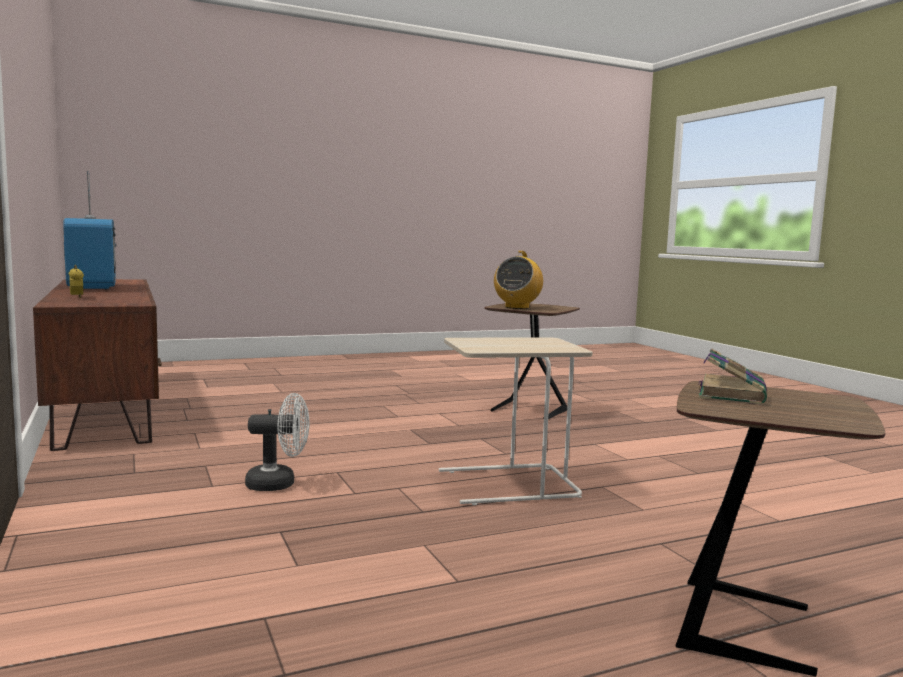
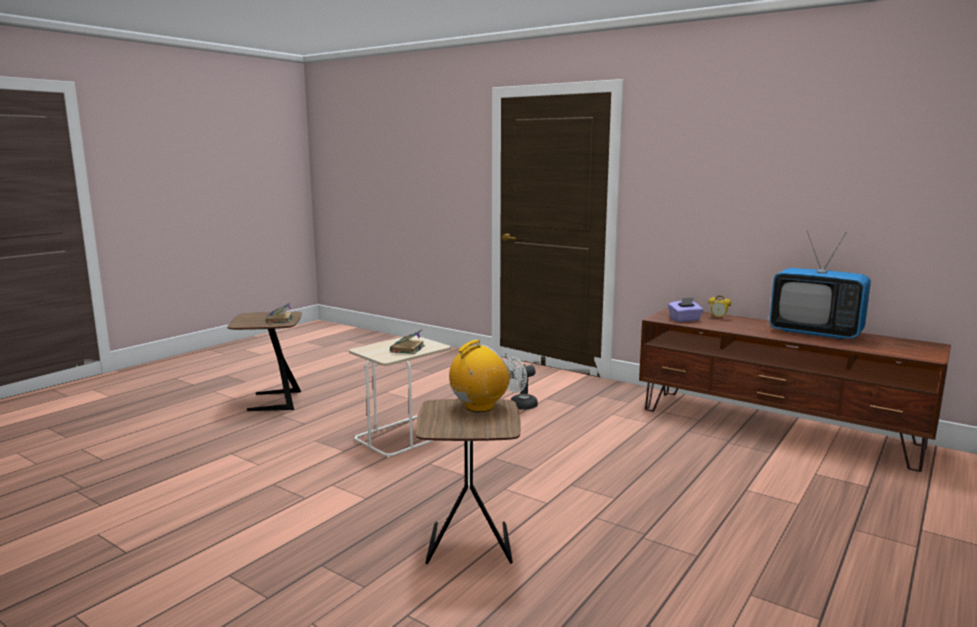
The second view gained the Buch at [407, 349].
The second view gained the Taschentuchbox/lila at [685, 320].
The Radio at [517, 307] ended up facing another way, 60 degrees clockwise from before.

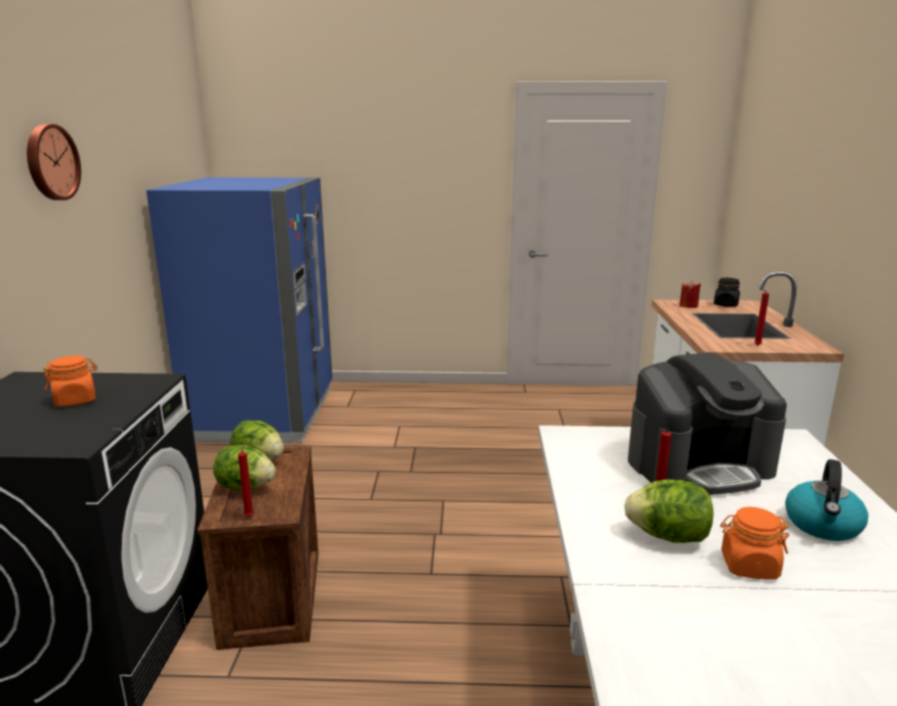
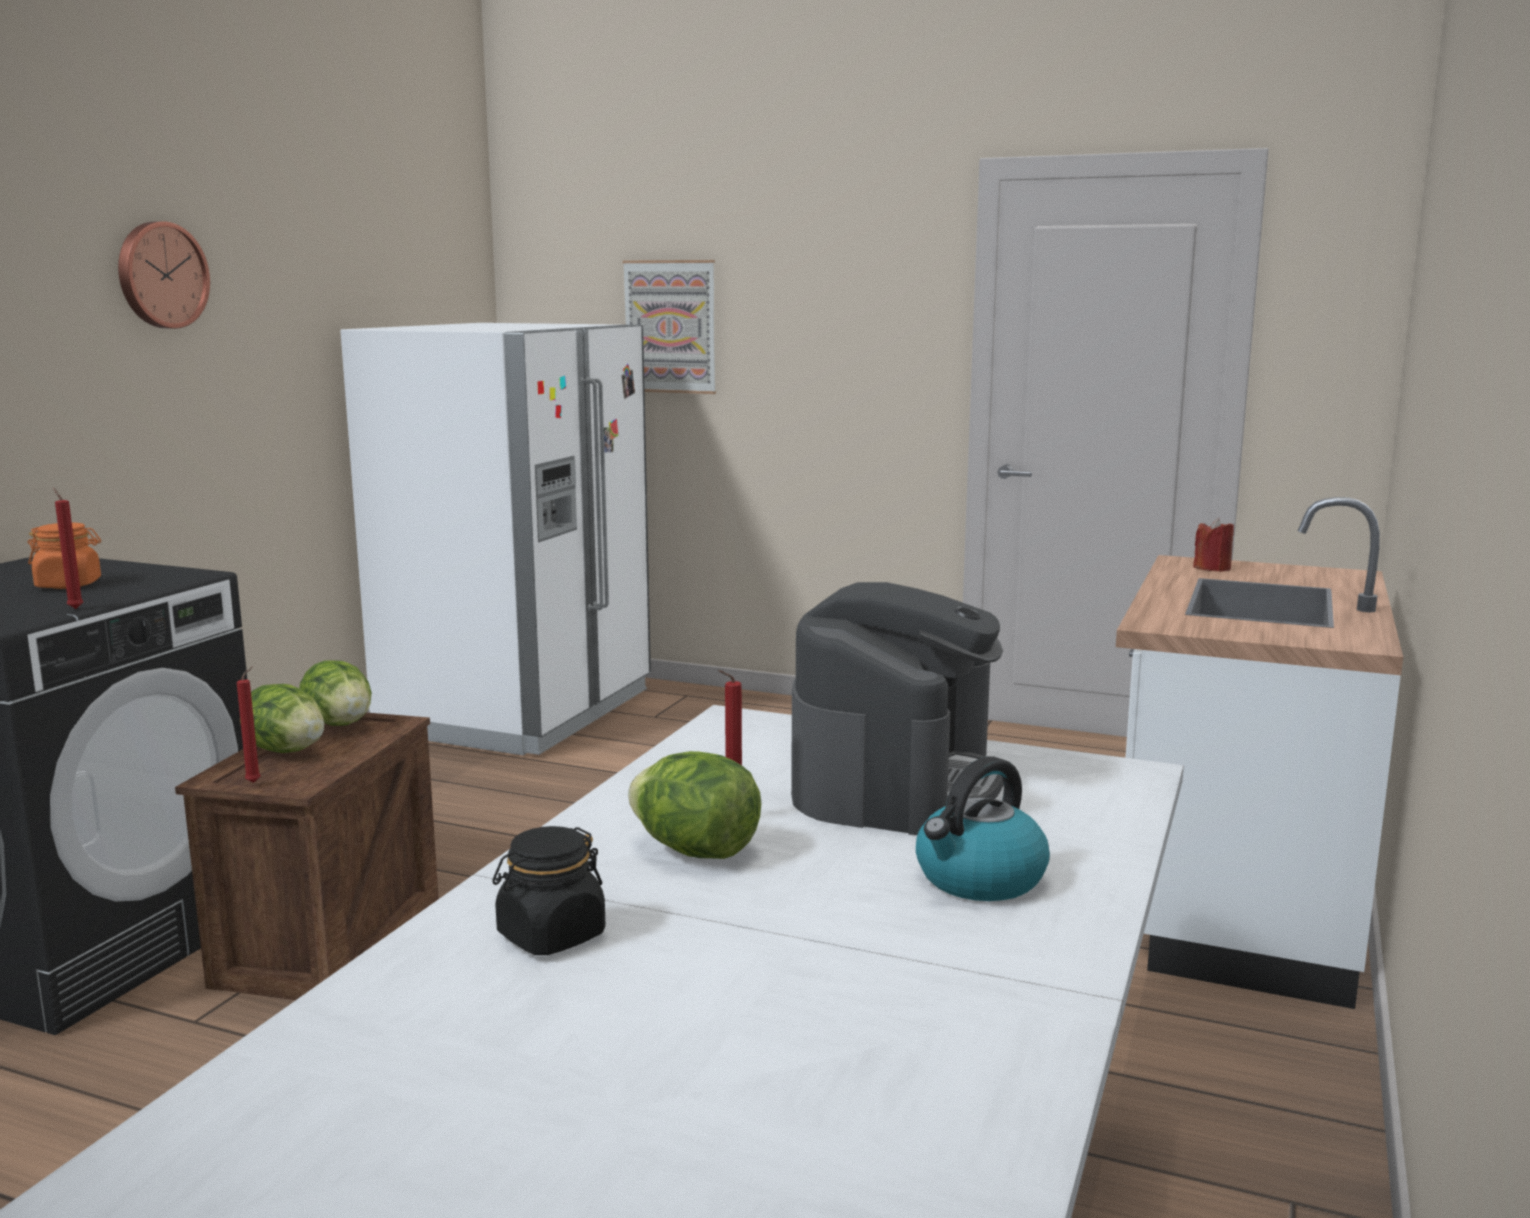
The second view lost the Vorratsglas/orange at [749, 566].
The second view gained the Bild at [670, 327].
The Vorratsglas/schwarz ended up elsewhere, having gone from [726, 305] to [551, 936].
The Kerze/rot ended up elsewhere, having gone from [756, 345] to [74, 608].
What was the Kühlschrank/blau at [264, 414] turned into the Kühlschrank/weiß at [518, 712].
The Kaffeemaschine at [699, 465] ended up facing another way, 75 degrees counterclockwise from before.

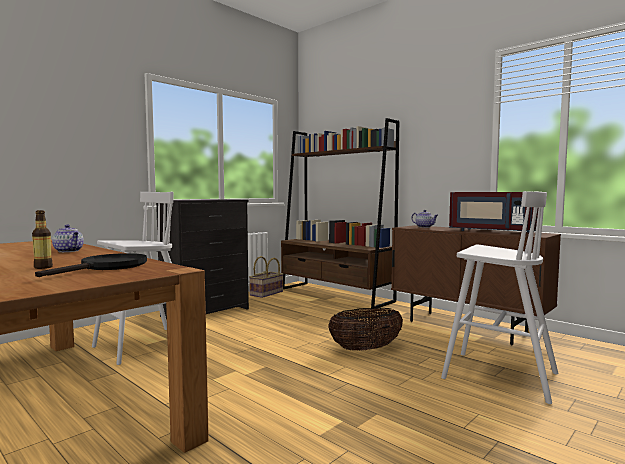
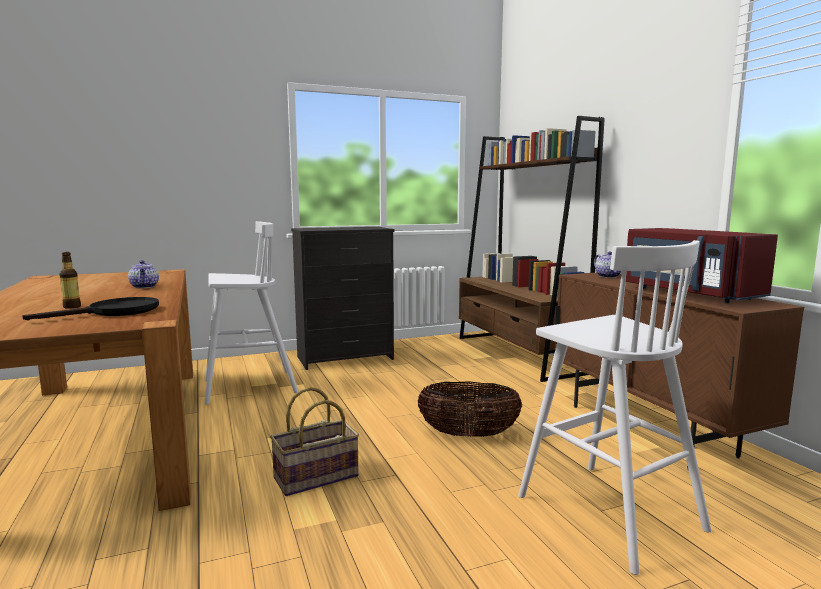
The Korb ended up elsewhere, having gone from [266, 293] to [316, 478].

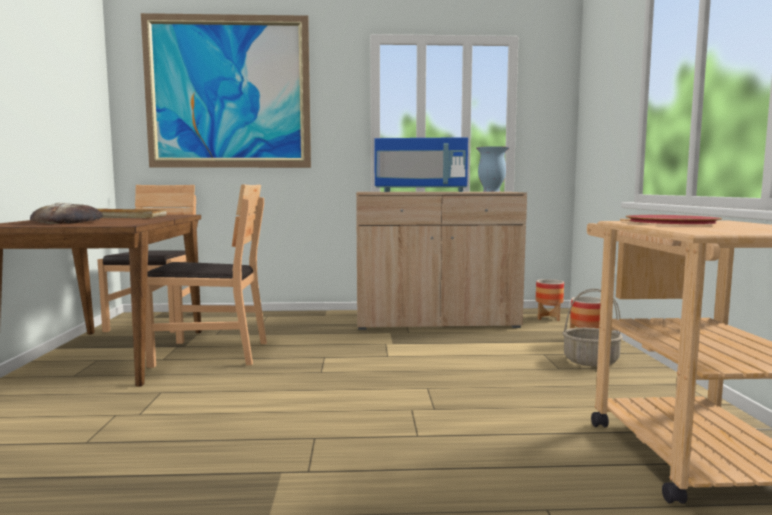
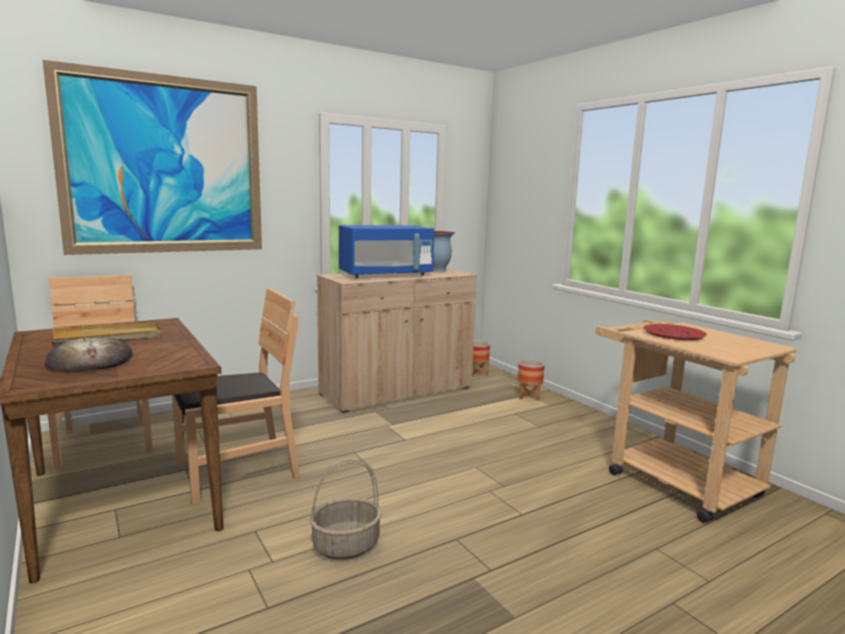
The Korb ended up elsewhere, having gone from [591, 361] to [346, 545].

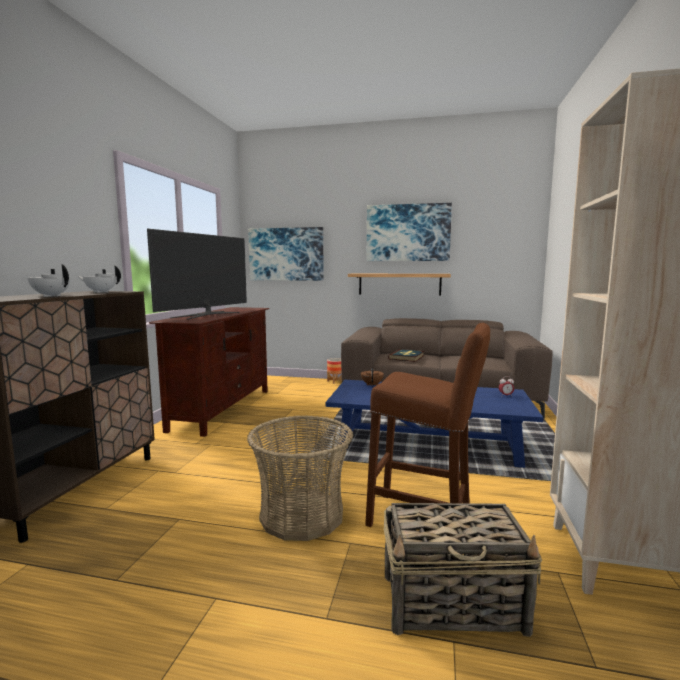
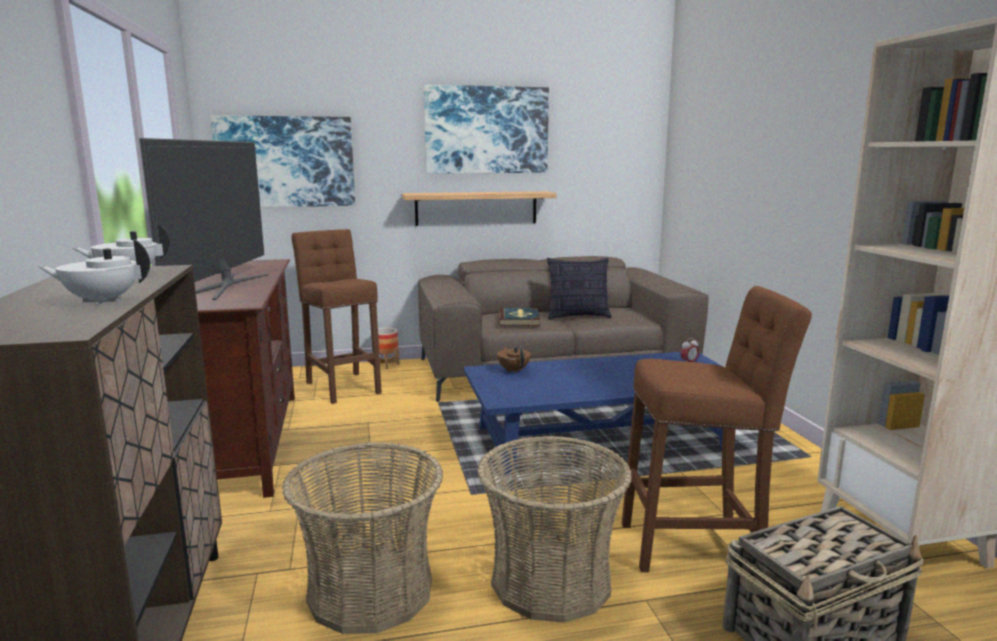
The second view gained the Korb at [370, 591].
The second view gained the Hocker/braun at [342, 386].
The second view gained the Kissen at [578, 317].

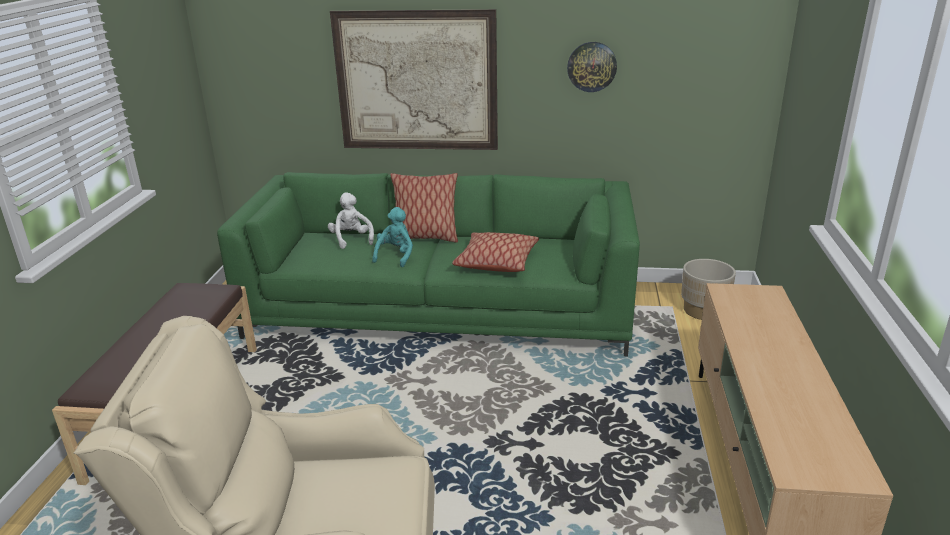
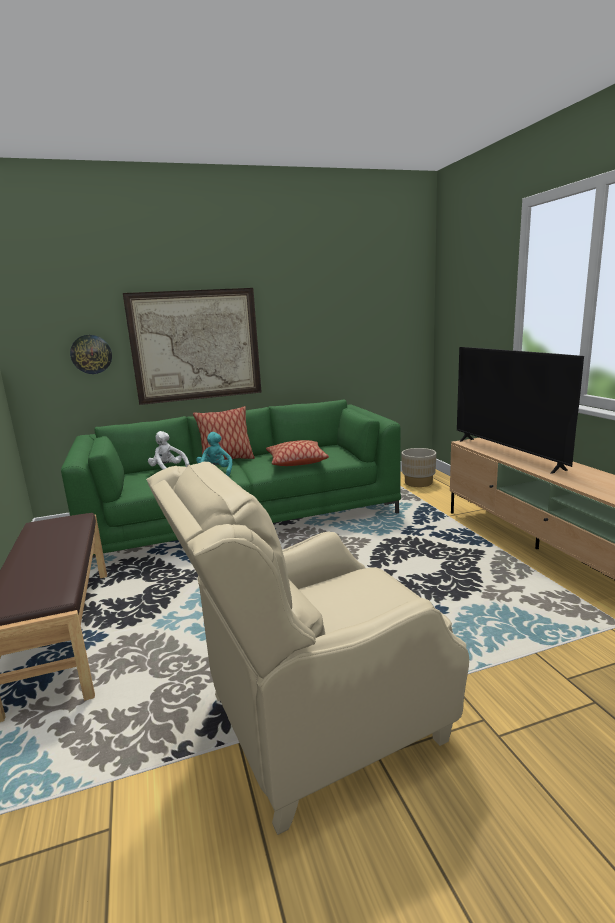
The second view gained the Fernseher at [507, 454].
The Wanduhr ended up elsewhere, having gone from [591, 66] to [91, 354].

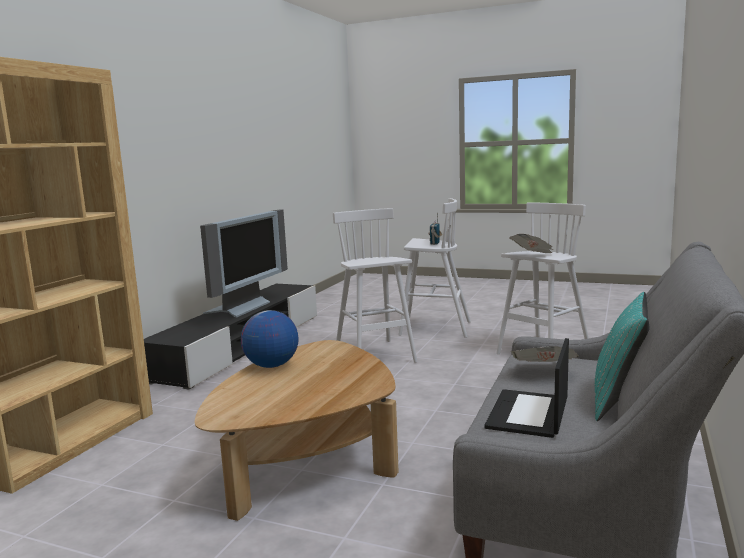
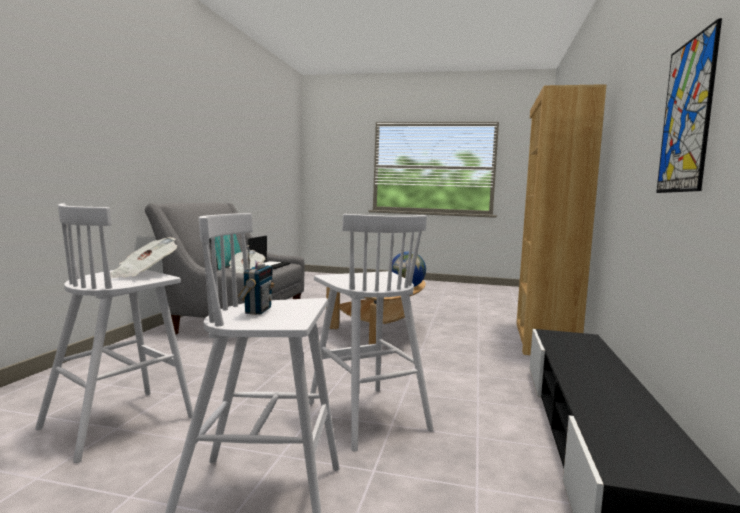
The second view lost the Fernseher at [241, 308].
The second view gained the Bild at [686, 116].

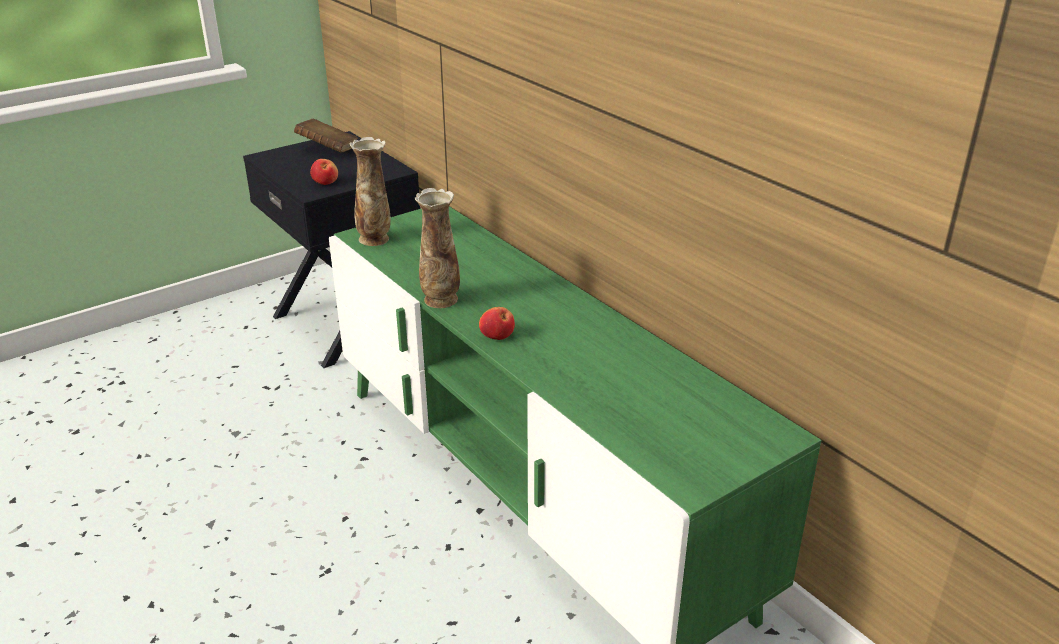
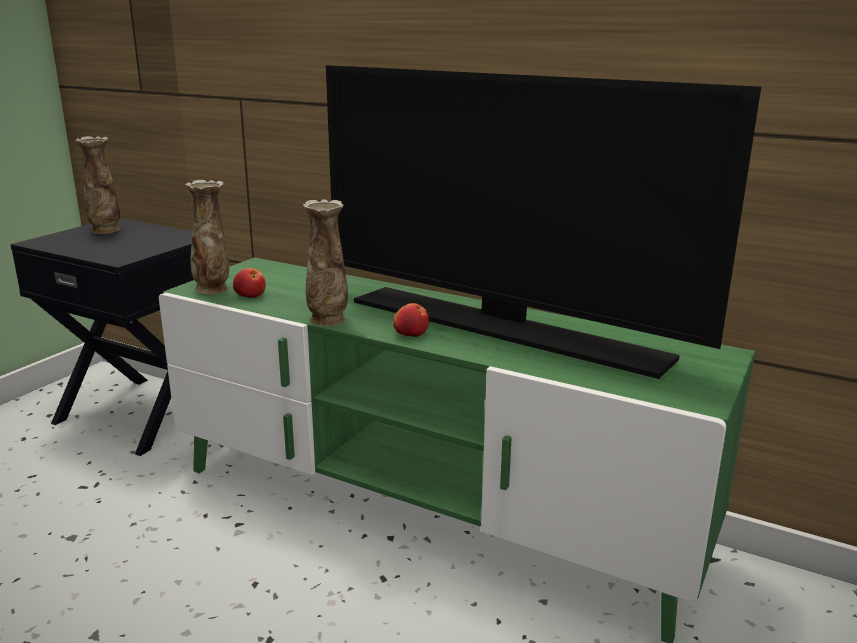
The second view gained the Fernseher at [505, 329].
The Apfel ended up elsewhere, having gone from [325, 182] to [250, 295].
Where the Buch/braun stood at [328, 149], the Vase came to stand at [105, 230].

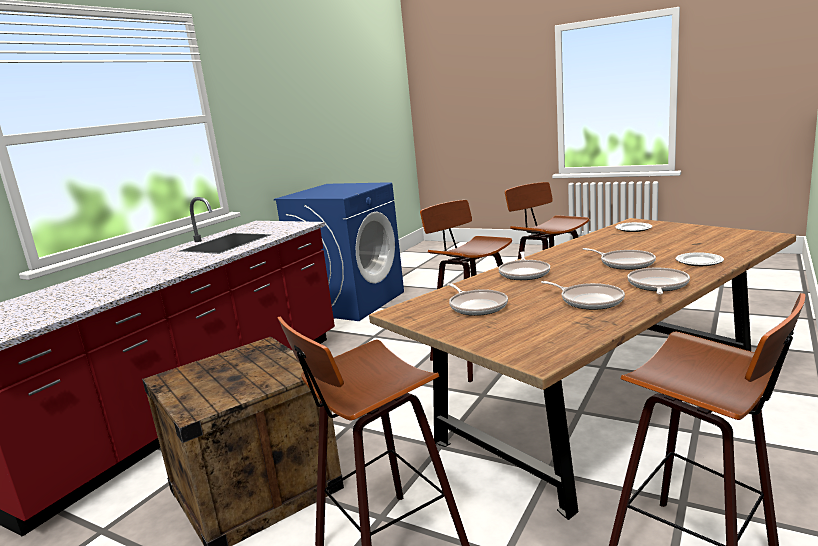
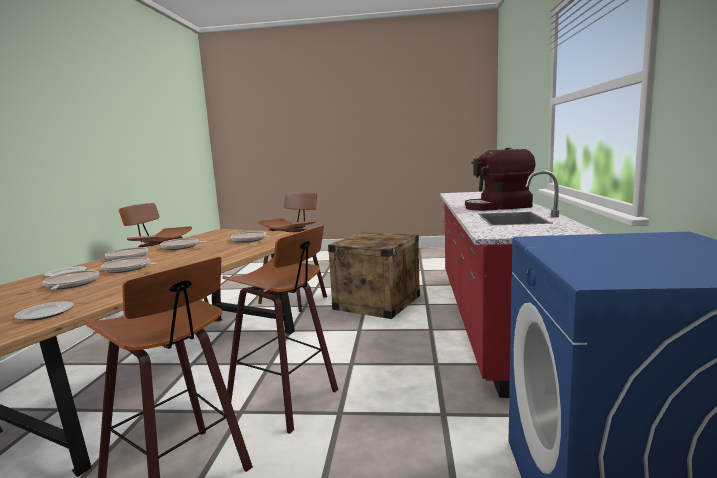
The second view gained the Kaffeemaschine at [498, 207].
The Pfanne ended up elsewhere, having gone from [524, 273] to [71, 284].

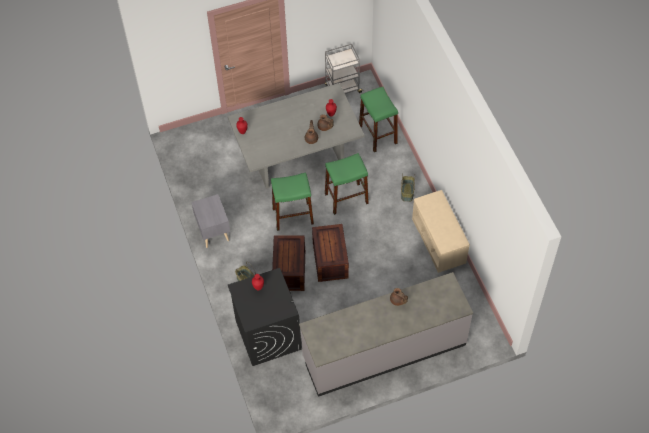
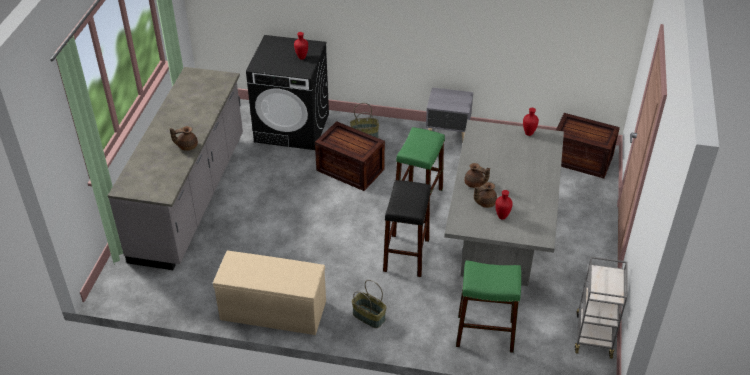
The Kiste ended up elsewhere, having gone from [330, 261] to [580, 159].
What was the Hocker/grün at [346, 198] turned into the Hocker/schwarz at [406, 255].

